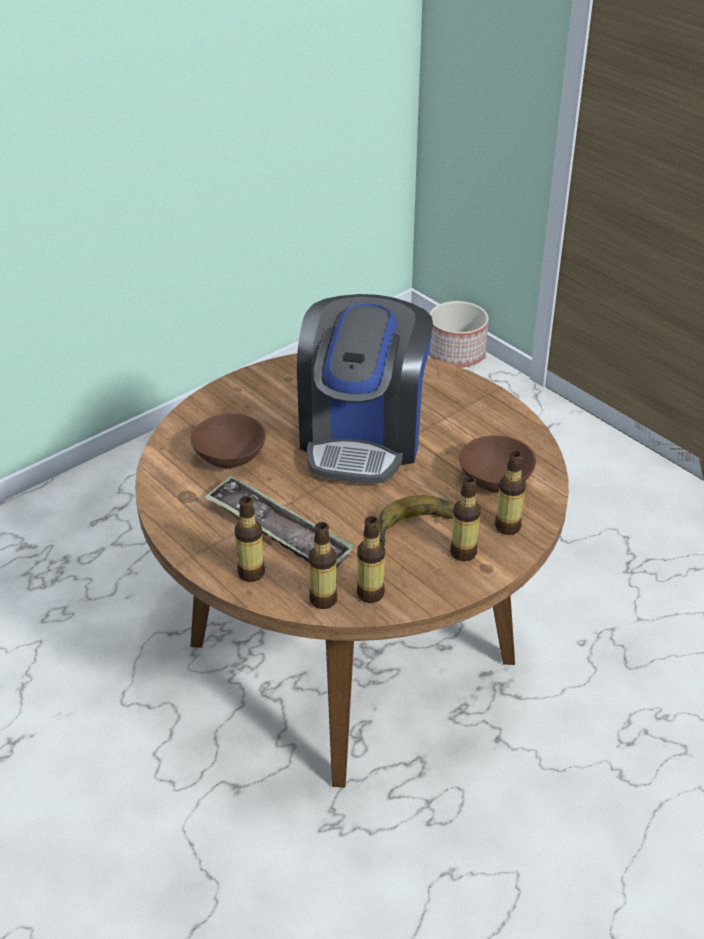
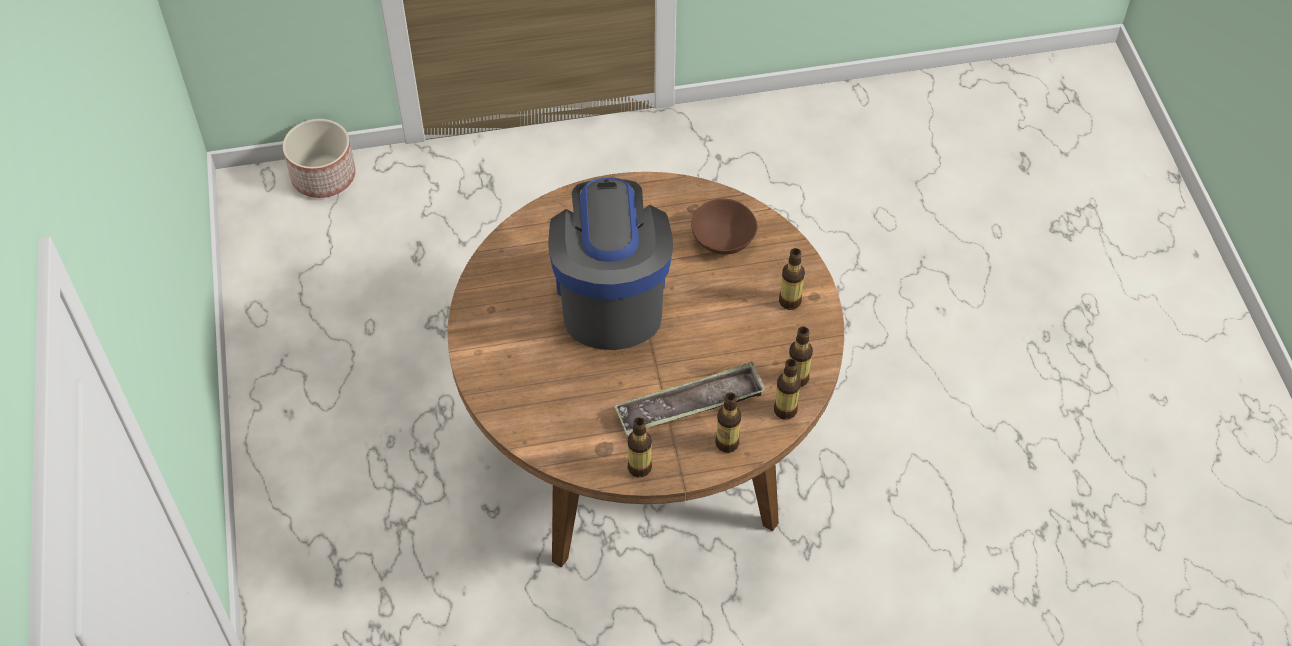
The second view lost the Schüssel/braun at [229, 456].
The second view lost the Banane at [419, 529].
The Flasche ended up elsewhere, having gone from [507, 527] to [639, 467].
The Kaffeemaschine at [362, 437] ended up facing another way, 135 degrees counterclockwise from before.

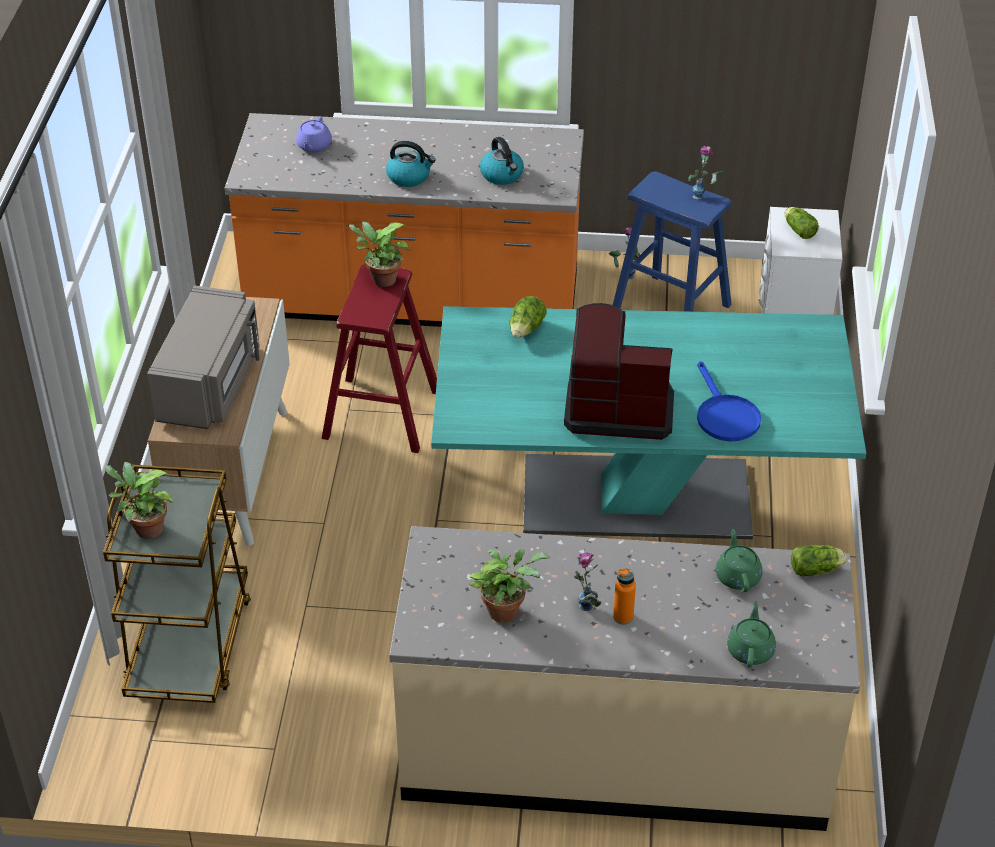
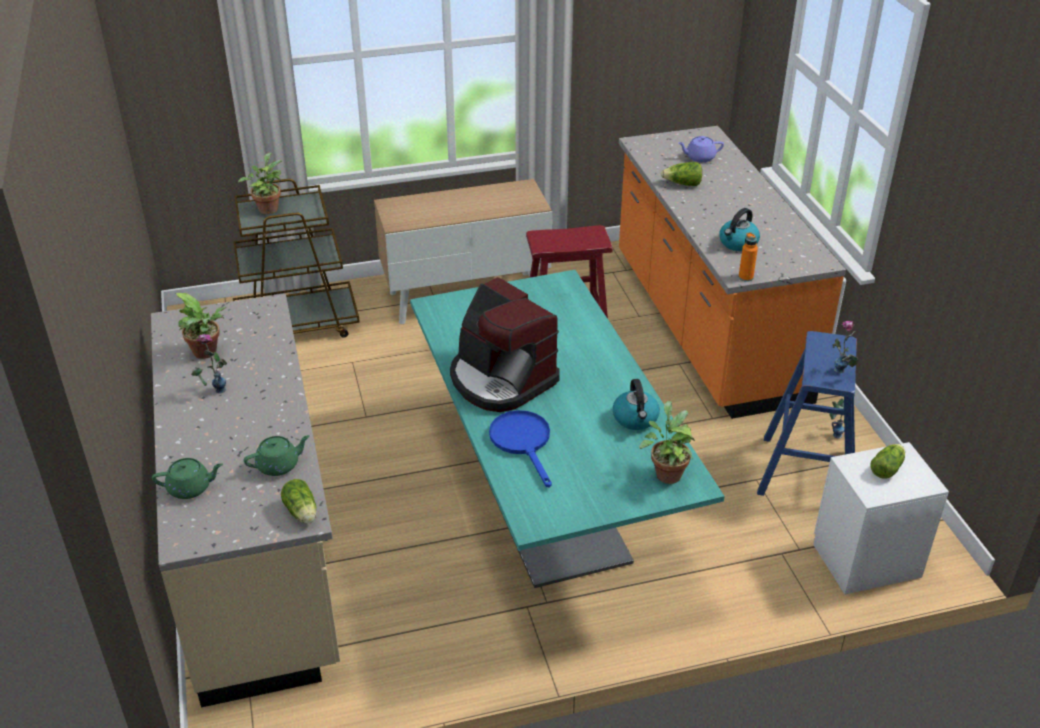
The second view lost the Mikrowelle/grau at [211, 384].
The Topfpflanze ended up elsewhere, having gone from [381, 280] to [666, 473].
The Wasserkessel ended up elsewhere, having gone from [409, 177] to [635, 419].
The Salatkopf ended up elsewhere, having gone from [526, 329] to [682, 184].
The Flasche/orange ended up elsewhere, having gone from [623, 617] to [745, 277].
The Kaffeemaschine at [617, 407] ended up facing another way, 150 degrees clockwise from before.
The Pfanne/blau at [724, 415] ended up facing another way, 105 degrees clockwise from before.

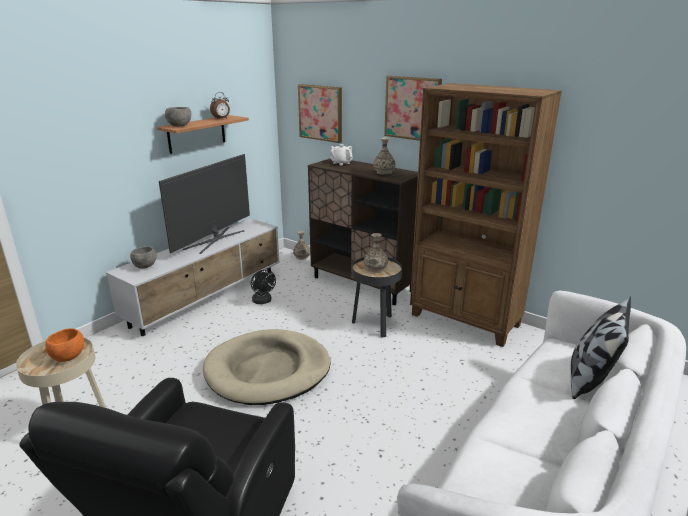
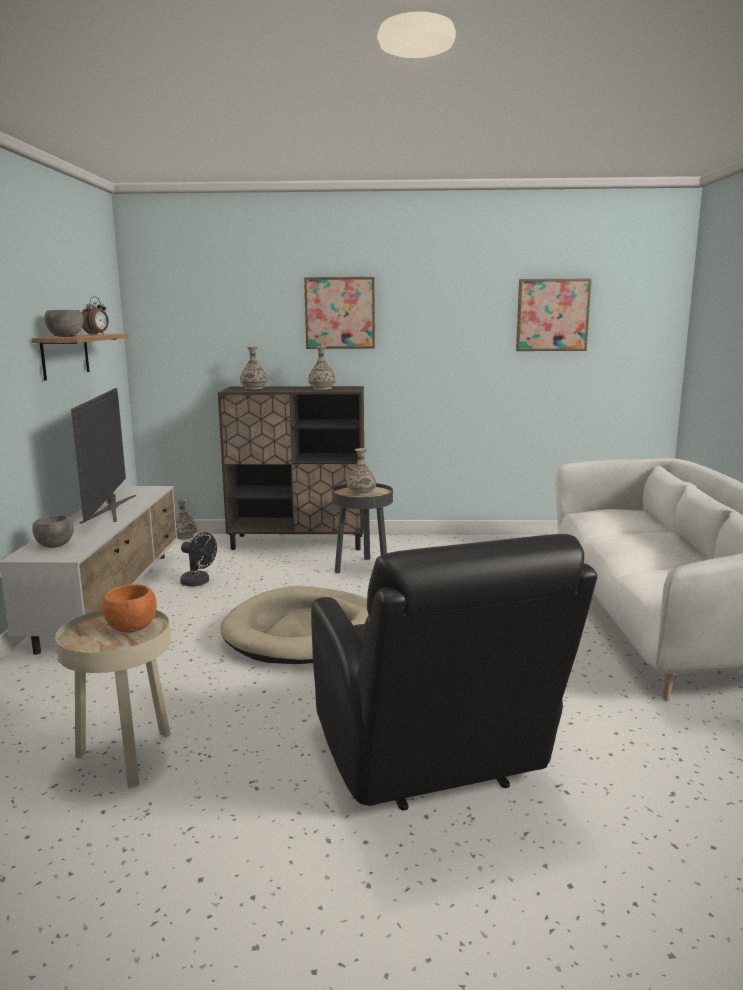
The second view lost the Bücherregal/braun at [465, 320].
The second view lost the Kissen at [590, 378].
The Bild ended up elsewhere, having gone from [320, 113] to [552, 315].
Where the Teekanne/weiß stood at [341, 163], the Vase came to stand at [254, 388].

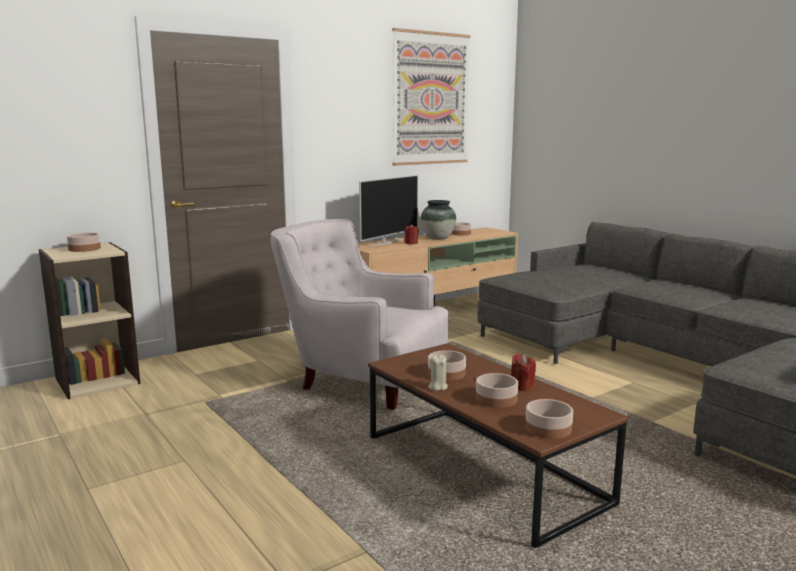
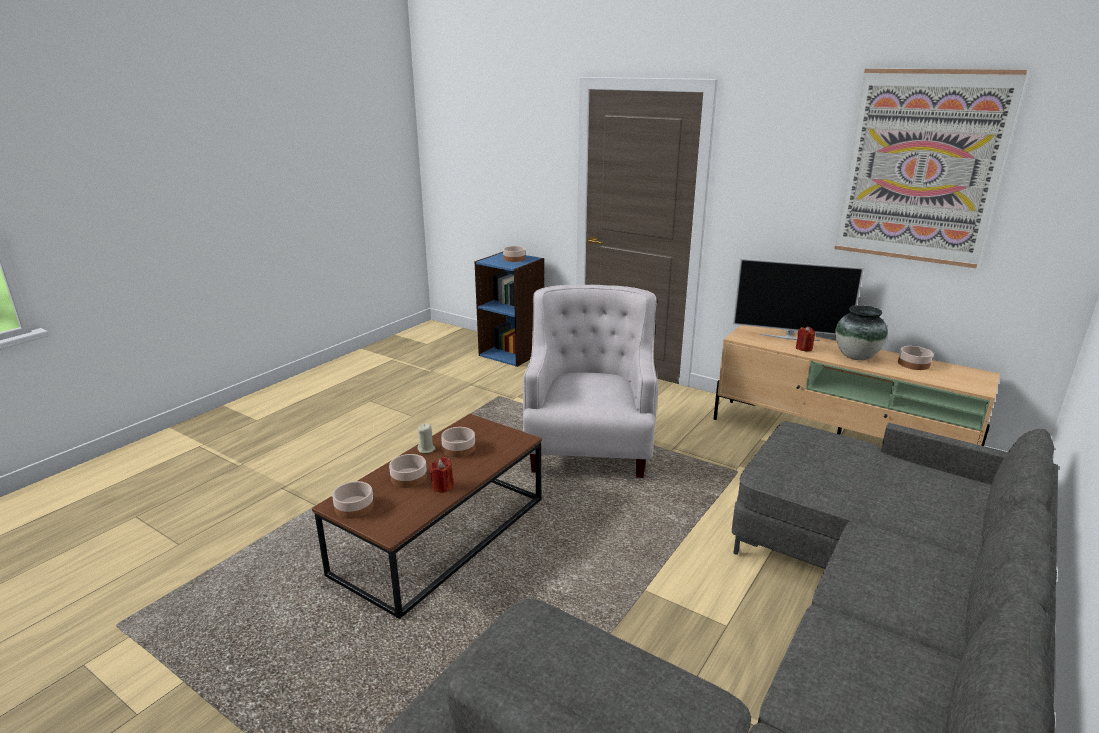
What was the Bücherregal/beige at [97, 380] turned into the Bücherregal/blau at [512, 353].

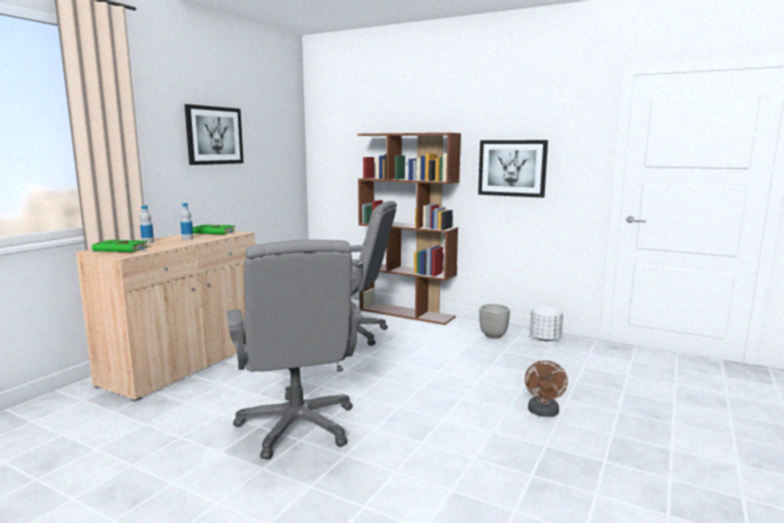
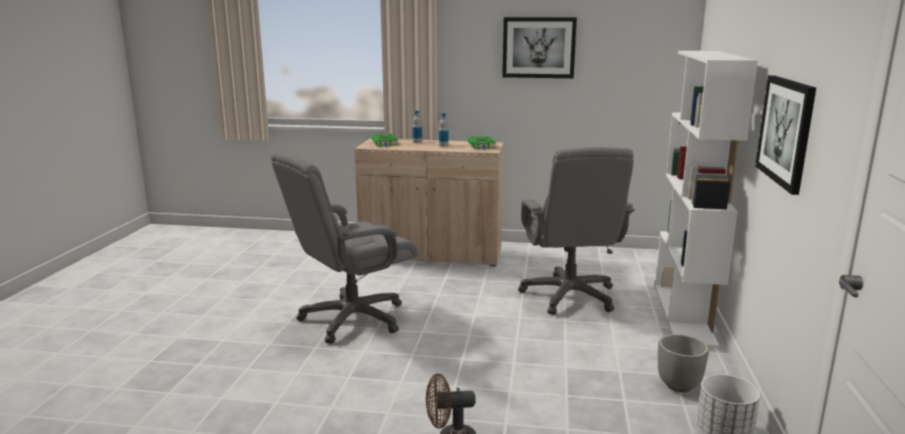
What was the Bücherregal/braun at [407, 313] turned into the Bücherregal/weiß at [685, 314].

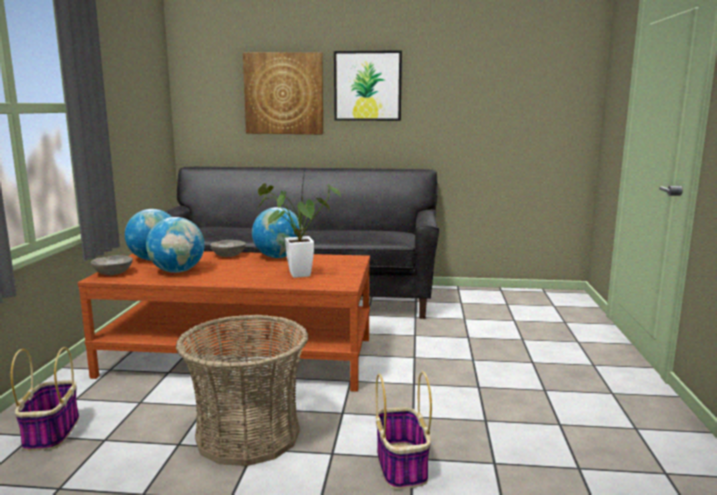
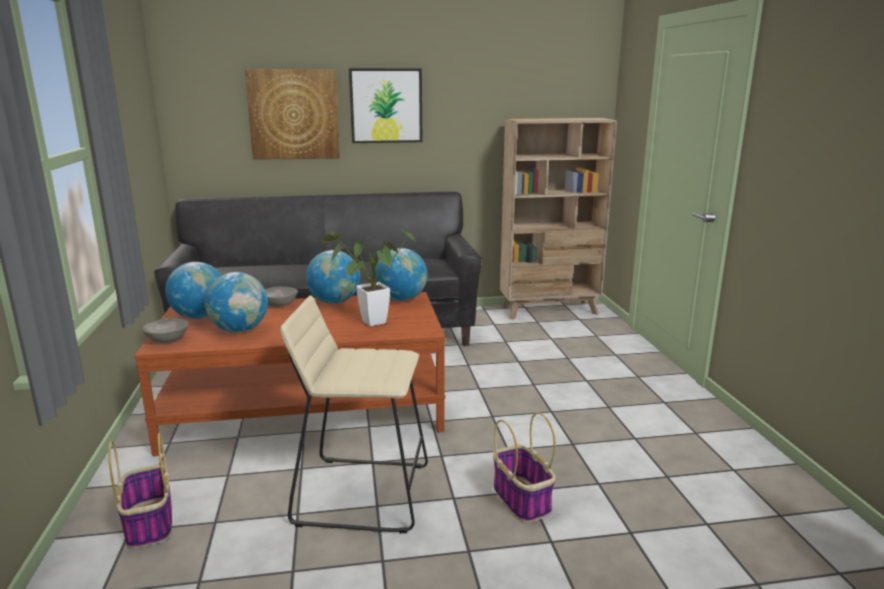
The second view gained the Globus at [401, 299].
The second view gained the Bücherregal/beige at [550, 310].
Where the Korb stood at [248, 435], the Hocker/beige came to stand at [363, 493].

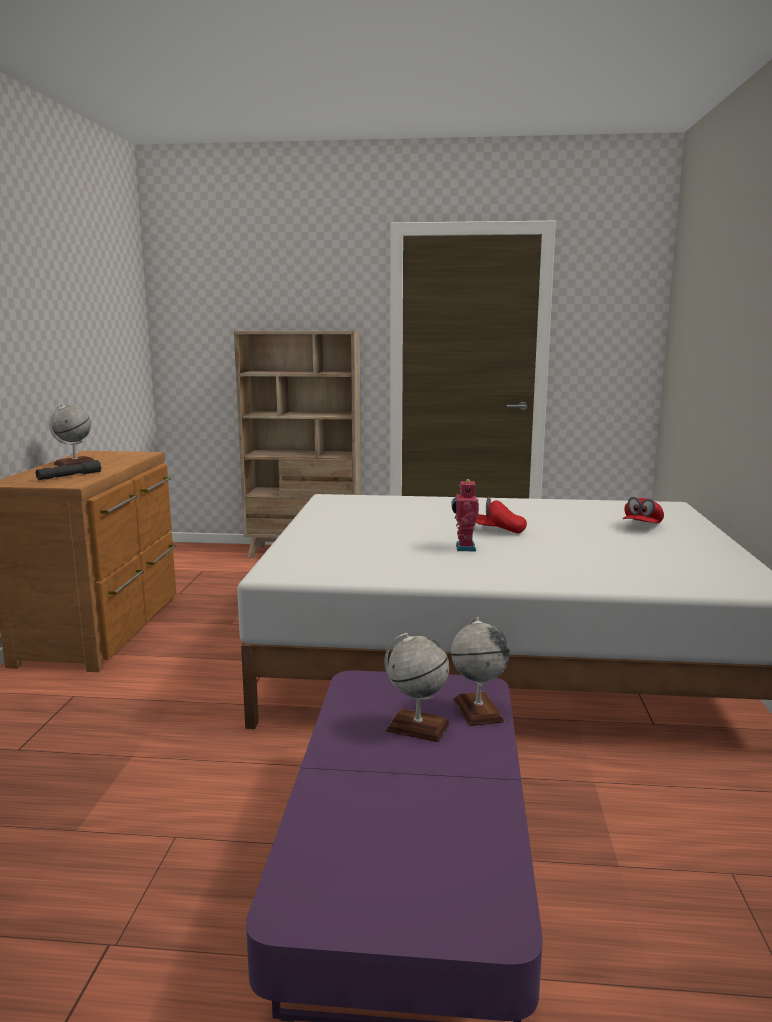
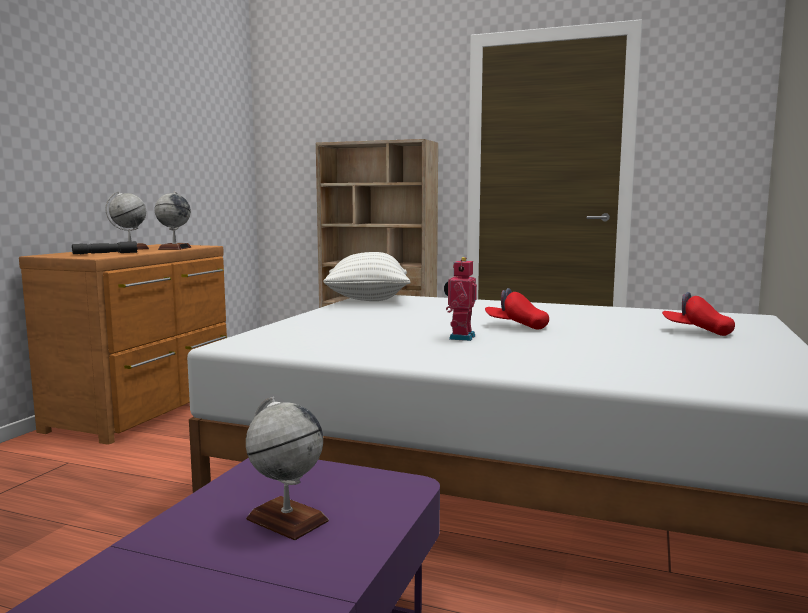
The second view gained the Kissen/weiß at [367, 300].
The Globus ended up elsewhere, having gone from [478, 710] to [175, 248].
The Kappe/rot at [642, 526] ended up facing another way, 75 degrees clockwise from before.

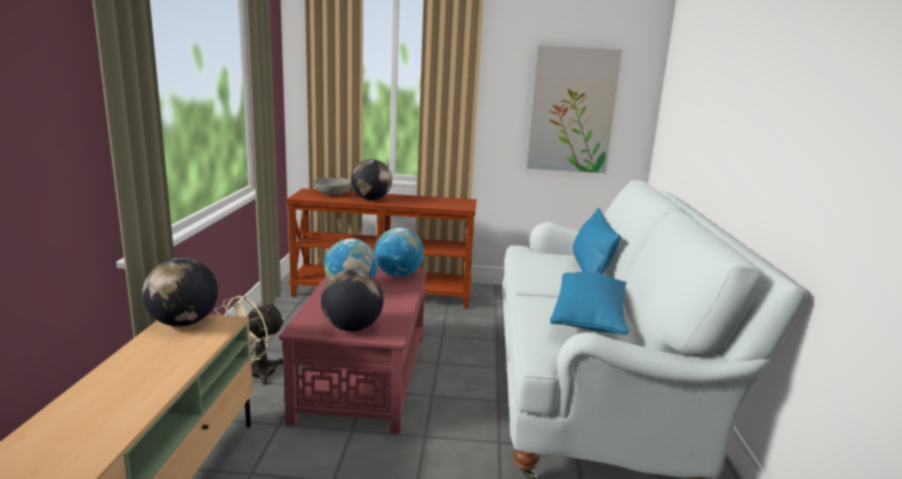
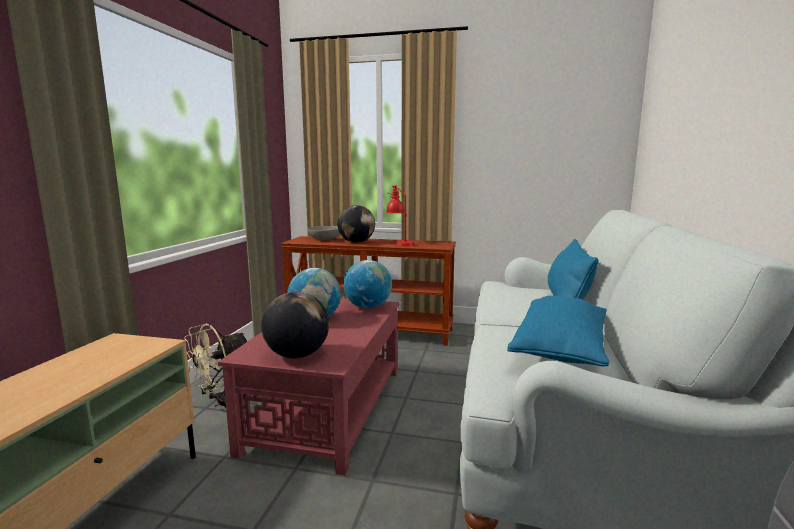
The second view lost the Globus at [183, 323].
The second view lost the Bild at [571, 110].
The second view gained the Tischlampe/rot at [400, 243].

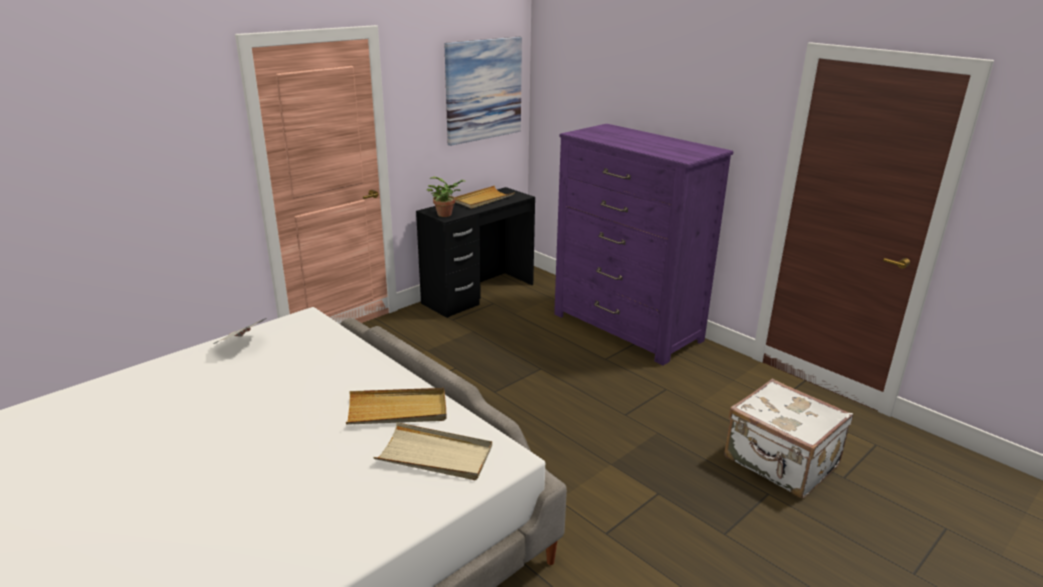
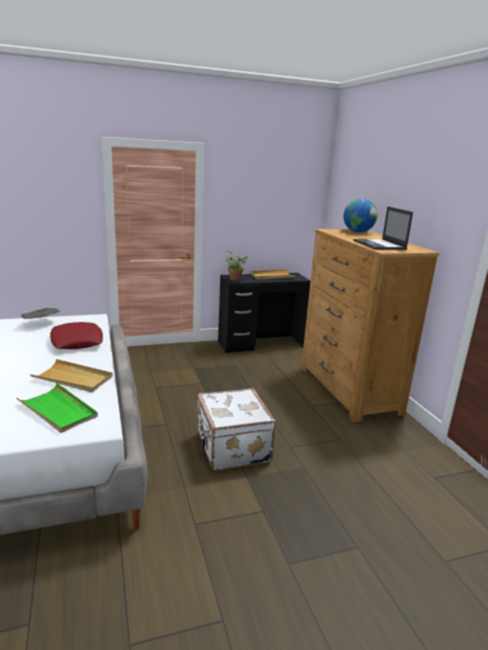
The second view lost the Bild at [483, 90].
The second view gained the Kissen/rot at [77, 341].
The second view gained the Globus at [358, 232].
The second view gained the Laptop at [379, 245].
The Koffer/weiß ended up elsewhere, having gone from [780, 463] to [231, 448].
What was the Tablett/beige at [435, 455] turned into the Tablett/grün at [58, 410].
What was the Kommode/lila at [626, 327] turned into the Kommode/braun at [348, 390].

